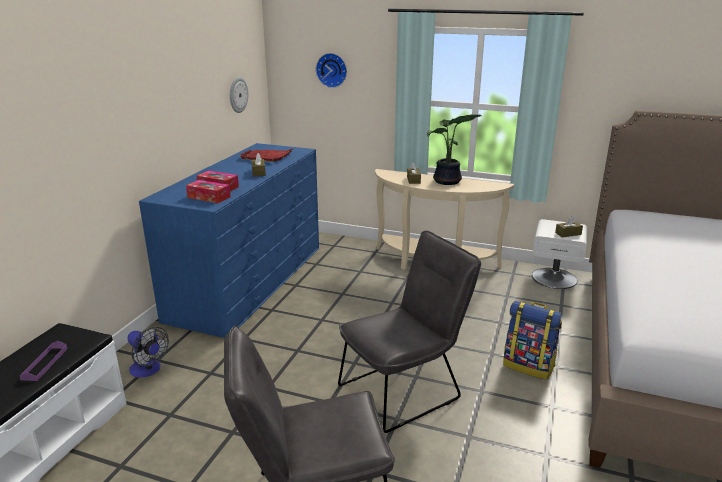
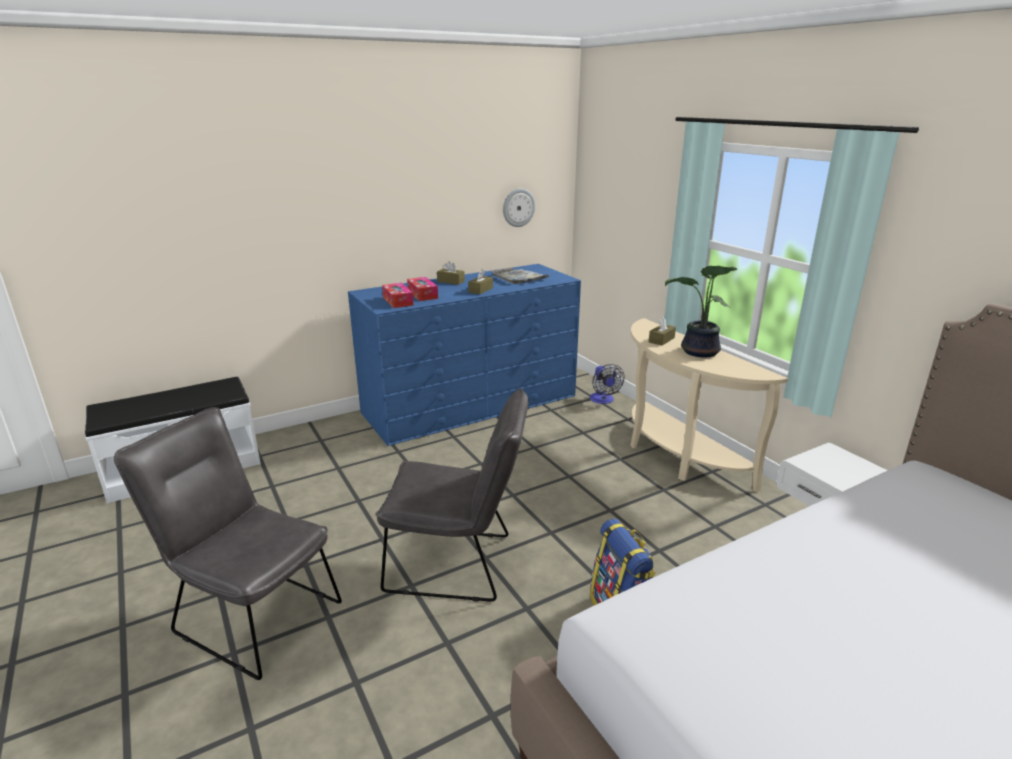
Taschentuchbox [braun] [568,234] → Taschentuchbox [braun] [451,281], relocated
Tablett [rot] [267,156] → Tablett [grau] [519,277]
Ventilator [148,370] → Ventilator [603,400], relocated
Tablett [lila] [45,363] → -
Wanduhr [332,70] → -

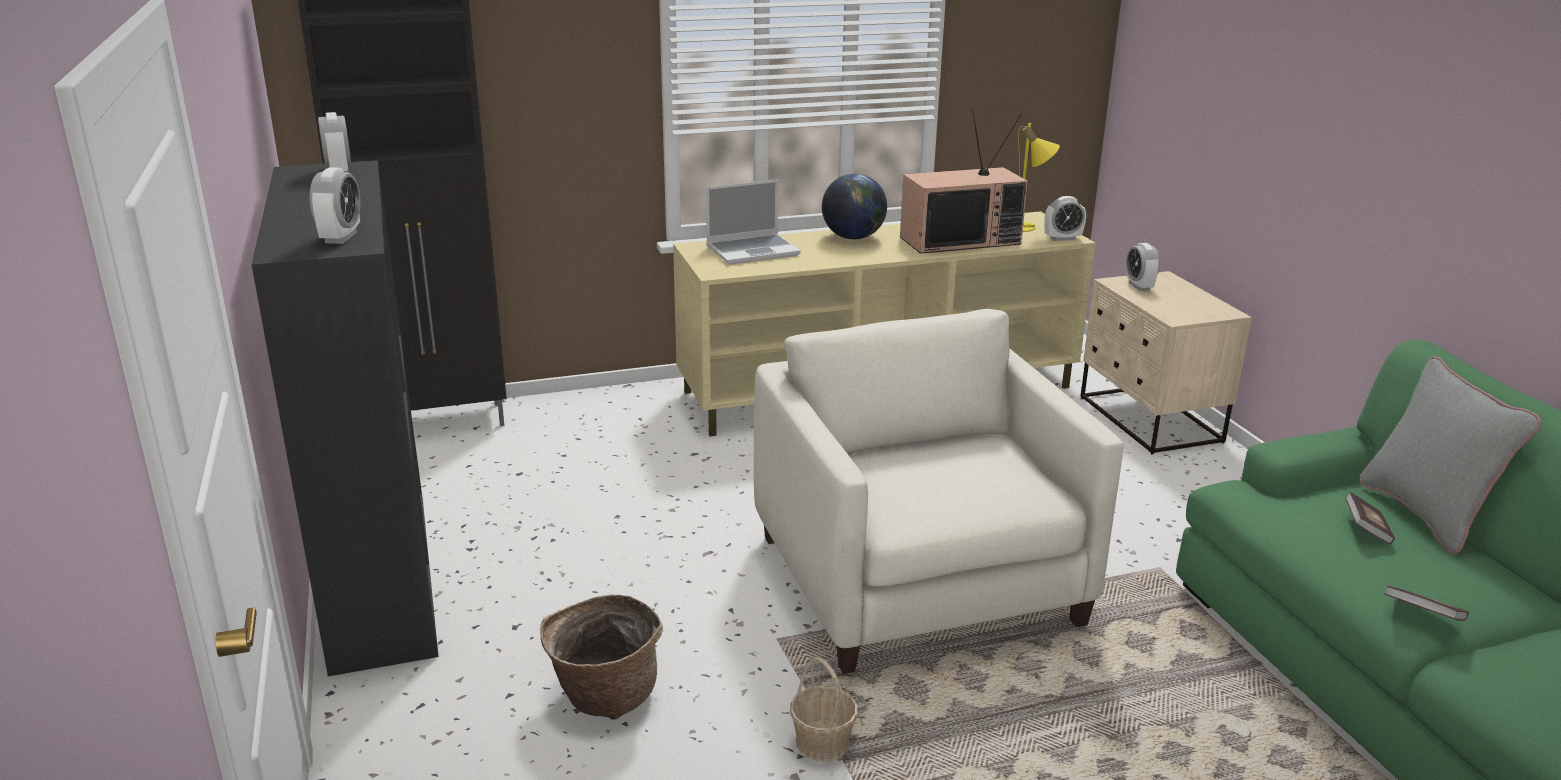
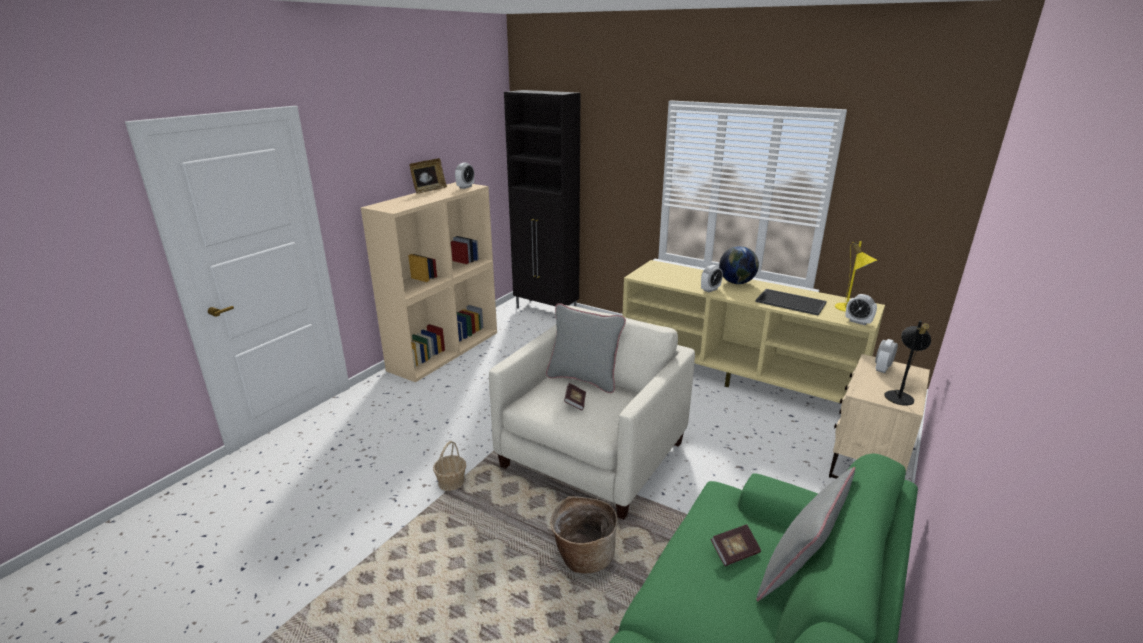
Bücherregal [schwarz] [378,576] → Bücherregal [beige] [444,350]
- → Bilderrahmen [429,190]
- → Kissen [grau] [584,379]
Korb [604,696] → Korb [583,556], relocated
Buch [1422,616] → Buch [575,402], relocated
Wecker [341,237] → Wecker [710,289], relocated
Fernseher [960,240] → Tablett [791,302]
- → Tischlampe [schwarz] [900,395]
Laptop [753,251] → -

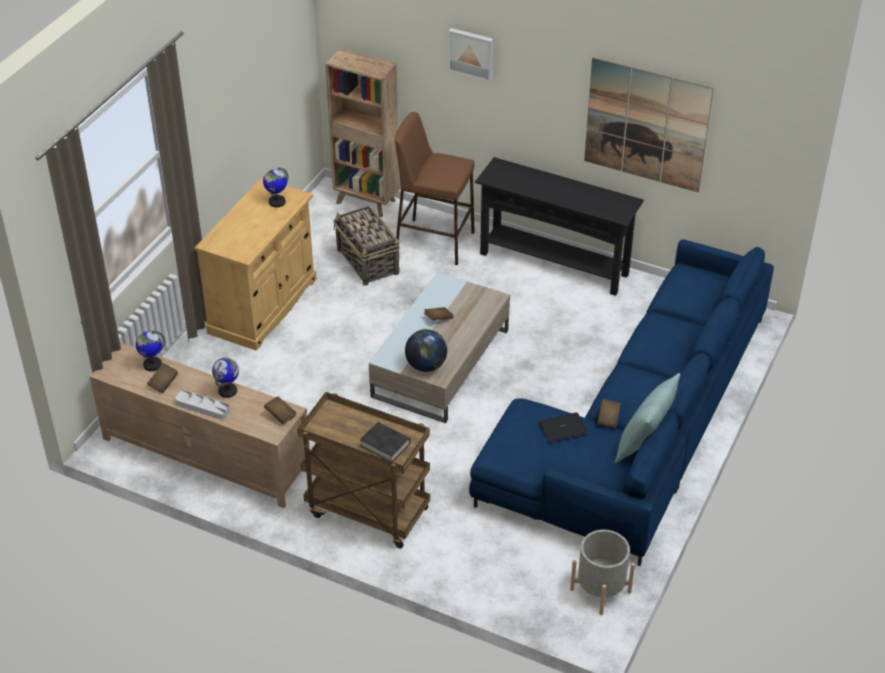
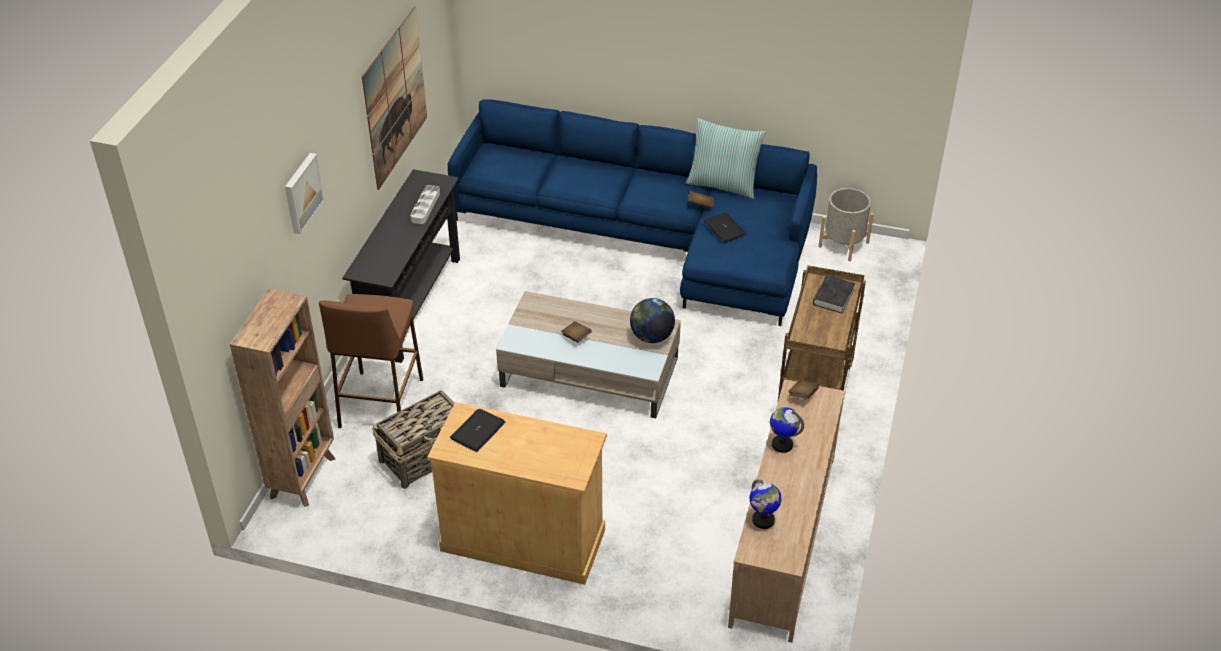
Tablett [grau] [203,407] → Tablett [grau] [425,207], relocated
Globus [277,202] → Laptop [478,431]
Buch [braun] [163,383] → -

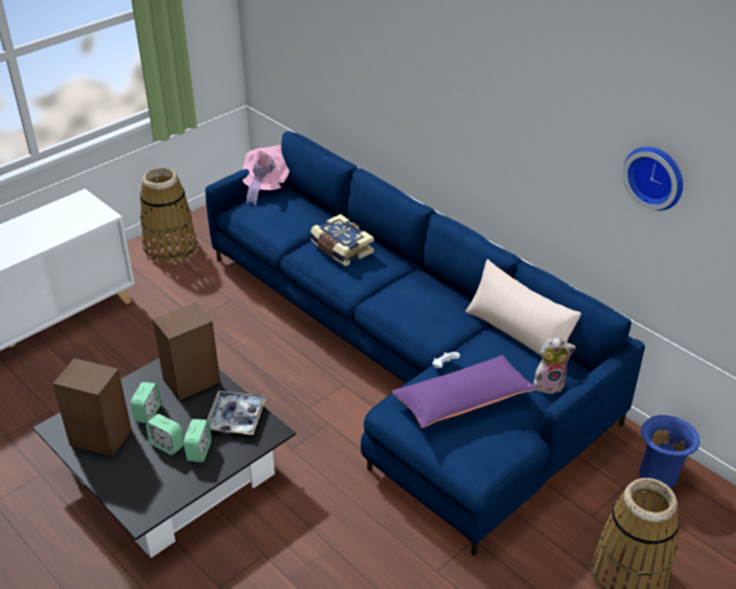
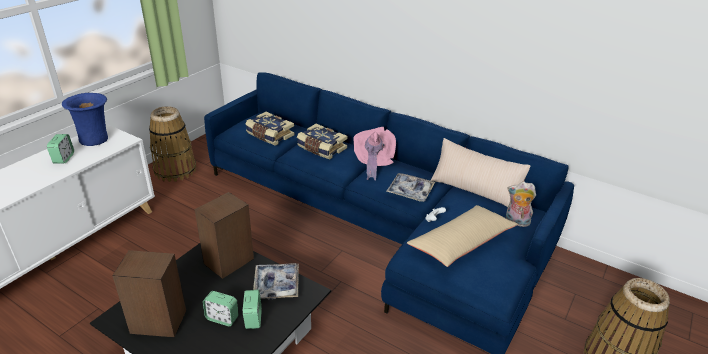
Wecker [148,413] → Wecker [64,158], relocated
Vase [blau] [658,475] → Vase [blau] [95,139], relocated
- → Buch [269,135]
Hut [rosa] [265,186] → Hut [rosa] [373,163], relocated
- → Tablett [410,191]
Kissen [lila] [463,401] → Kissen [beige] [461,243]
Plüschtier [549,384] → Plüschtier [516,222], 135 degrees counterclockwise
Wanduhr [656,176] → -

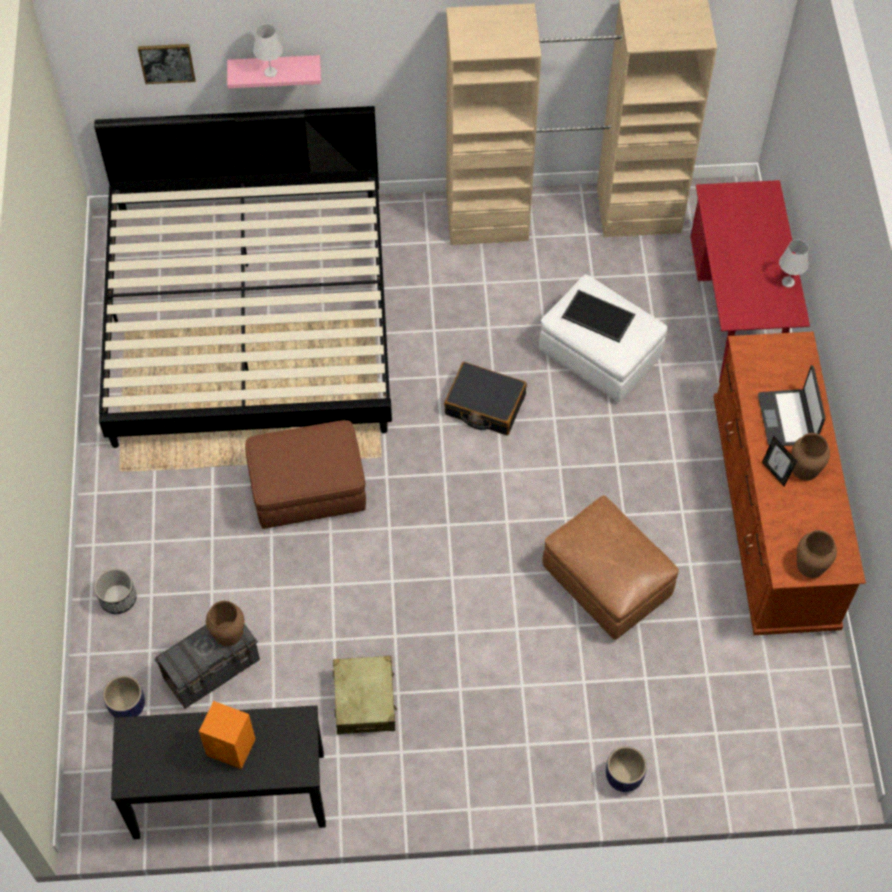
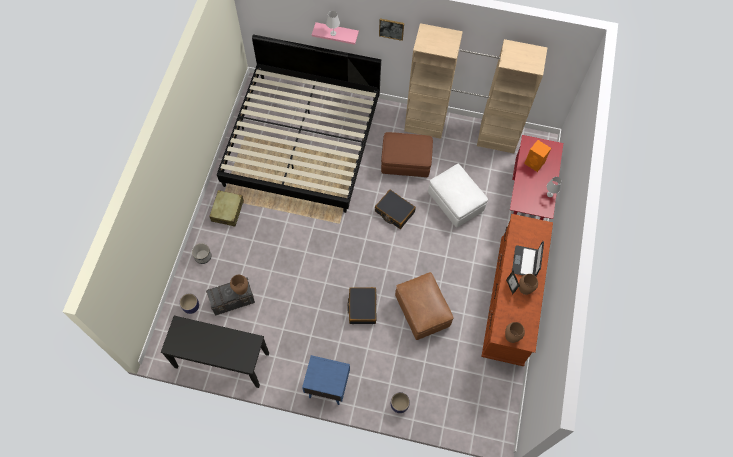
Koffer [beige] [364,700] → Koffer [beige] [227,211], relocated
- → Nachttisch [blau] [327,386]
- → Koffer [schwarz] [362,307]
Bild [166,62] → Bild [391,29], relocated
Polsterhocker [braun] [309,491] → Polsterhocker [braun] [406,163], relocated
Lautsprecher [orange] [232,748] → Lautsprecher [orange] [534,163], relocated
Tablett [597,317] → -

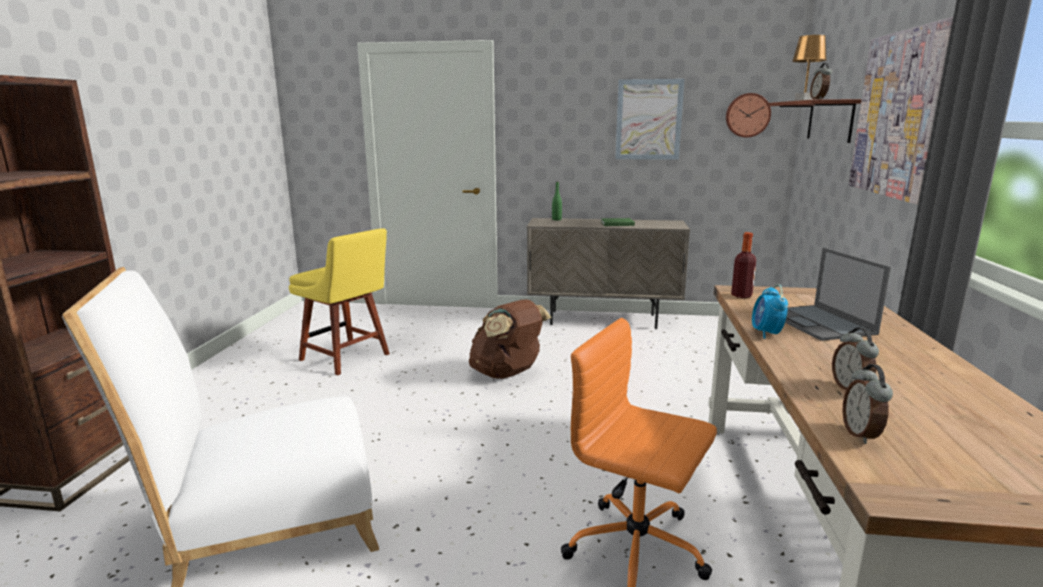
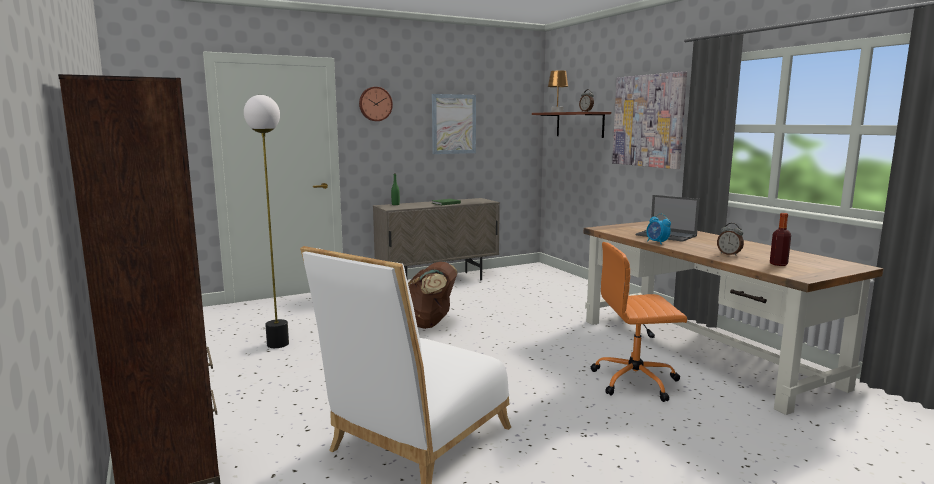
Stuhl [gelb] [347,358] → Stehlampe [278,344]
Wanduhr [747,115] → Wanduhr [375,104], relocated
Flasche [741,295] → Flasche [778,264], relocated
Wecker [861,434] → -

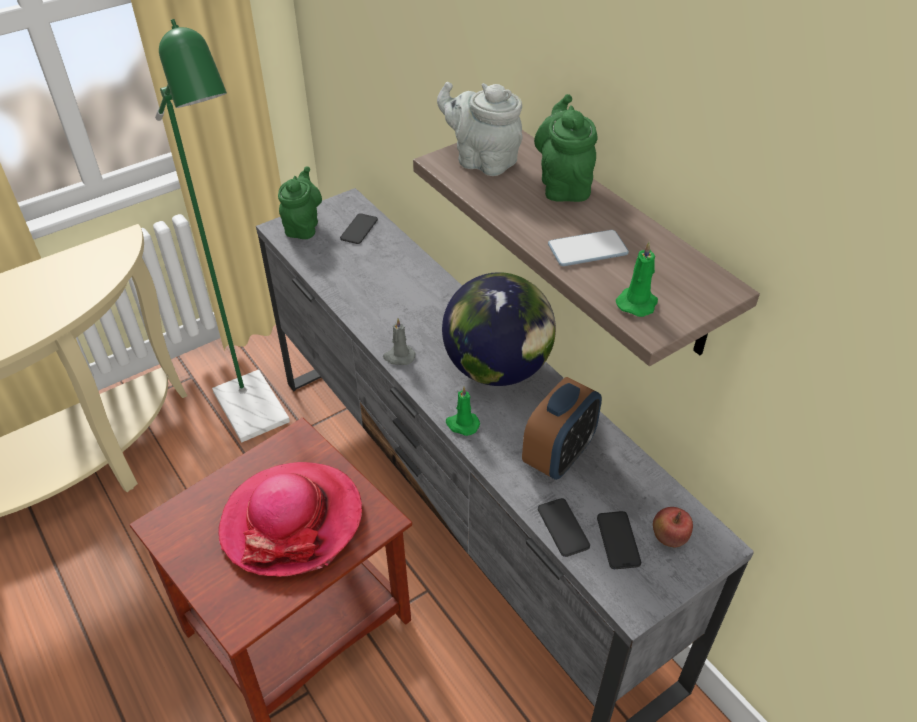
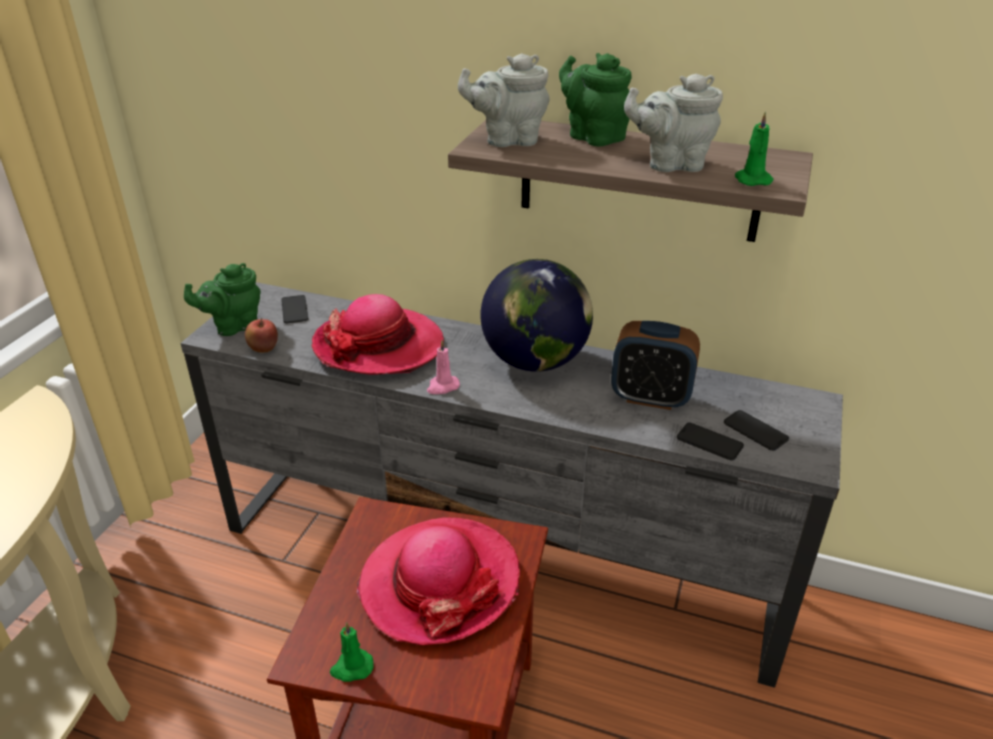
Teekanne [grün] [303,226] → Teekanne [grün] [233,326], 90 degrees counterclockwise
Apfel [668,538] → Apfel [264,350], relocated
- → Hut [378,346]
Kerze [grün] [462,424] → Kerze [grün] [351,668], relocated
Kerze [grau] [399,357] → Kerze [rosa] [442,386]
Wecker [558,455] → Wecker [650,397], 105 degrees clockwise
Handy [587,250] → Teekanne [grau] [671,164]
Stehlampe [grün] [257,417] → -

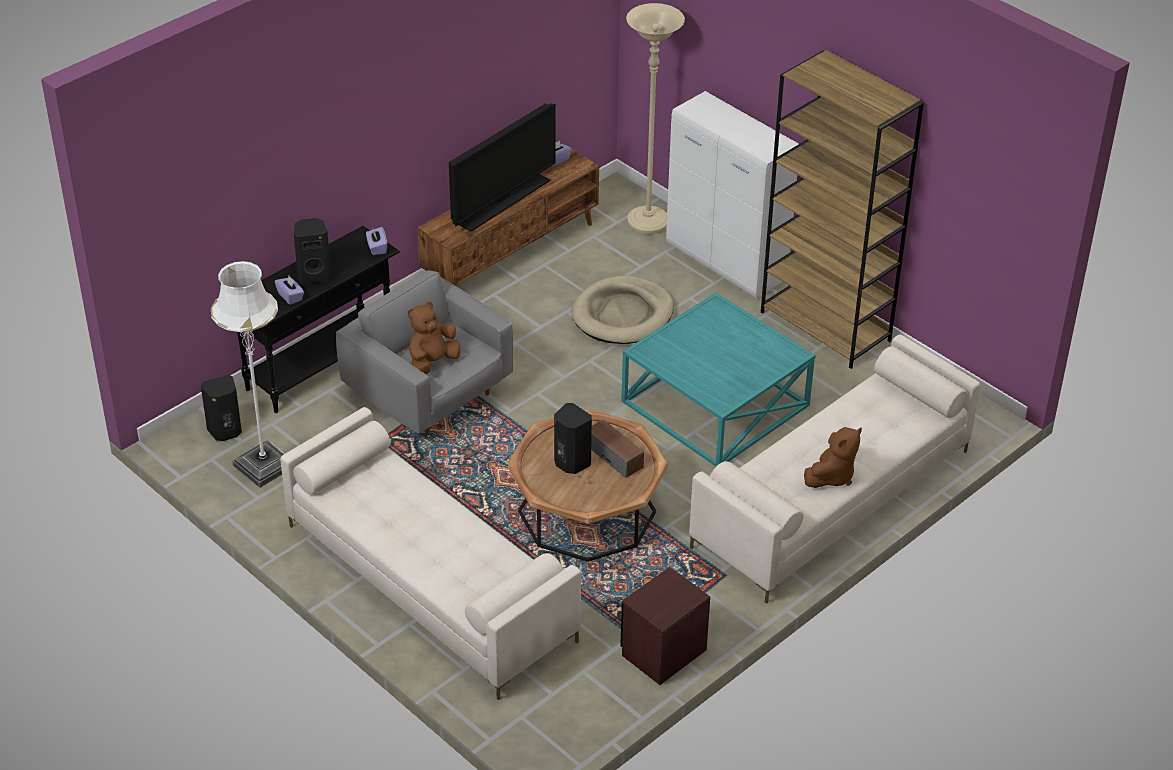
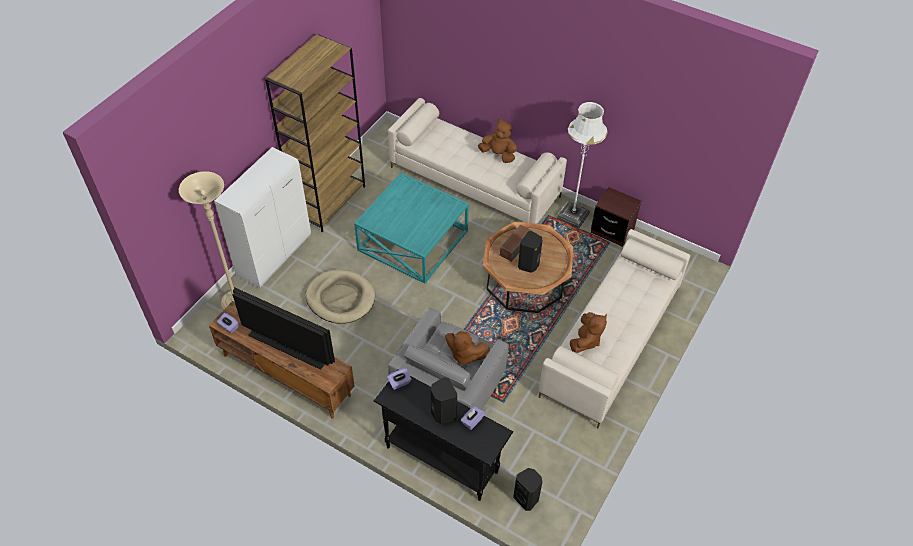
Stehlampe [weiß] [263,466] → Stehlampe [weiß] [573,216], relocated
- → Plüschtier [braun] [585,340]

